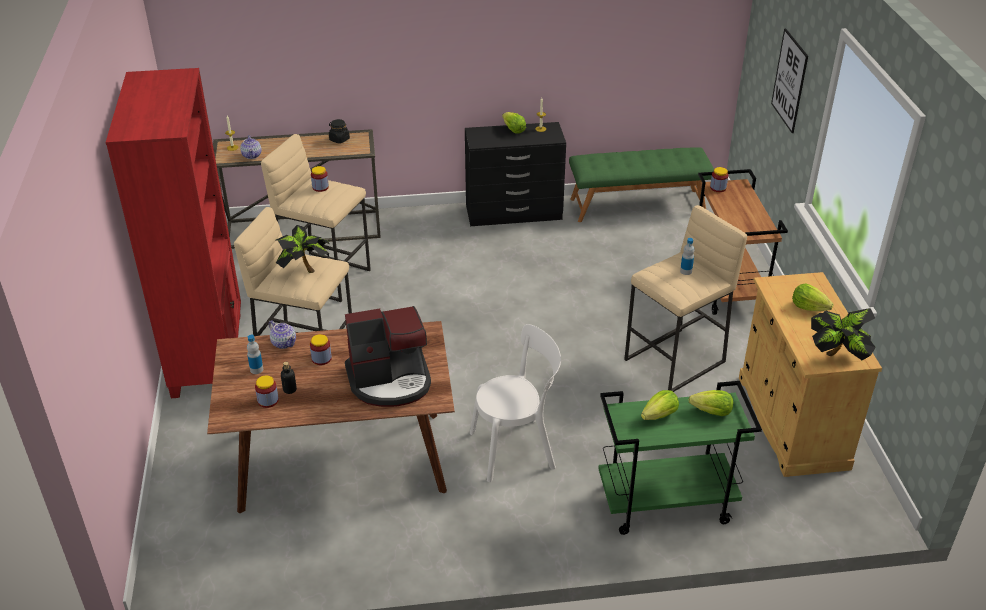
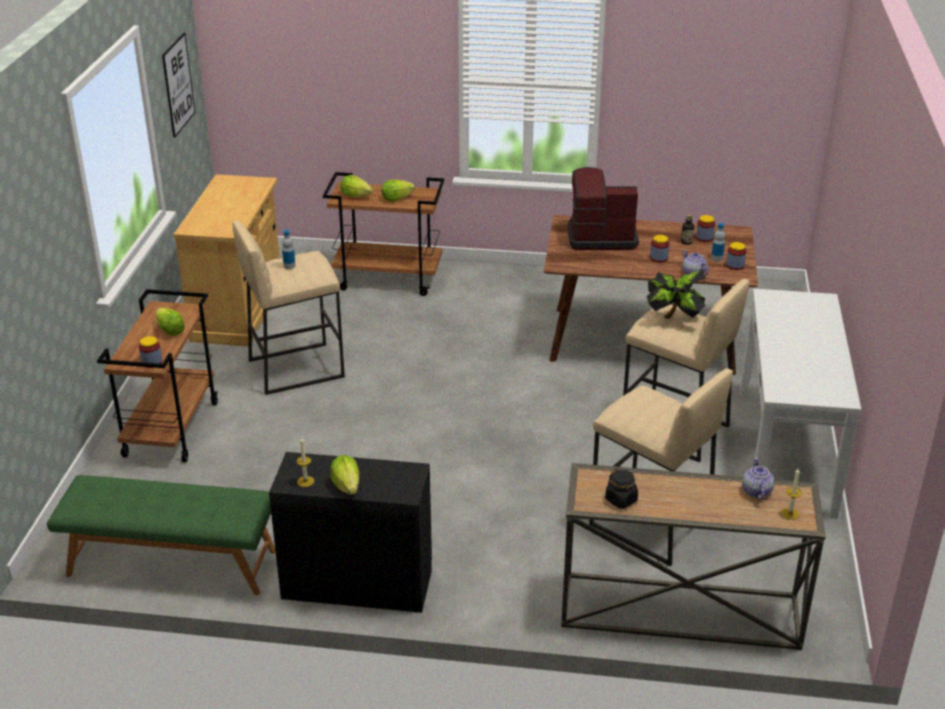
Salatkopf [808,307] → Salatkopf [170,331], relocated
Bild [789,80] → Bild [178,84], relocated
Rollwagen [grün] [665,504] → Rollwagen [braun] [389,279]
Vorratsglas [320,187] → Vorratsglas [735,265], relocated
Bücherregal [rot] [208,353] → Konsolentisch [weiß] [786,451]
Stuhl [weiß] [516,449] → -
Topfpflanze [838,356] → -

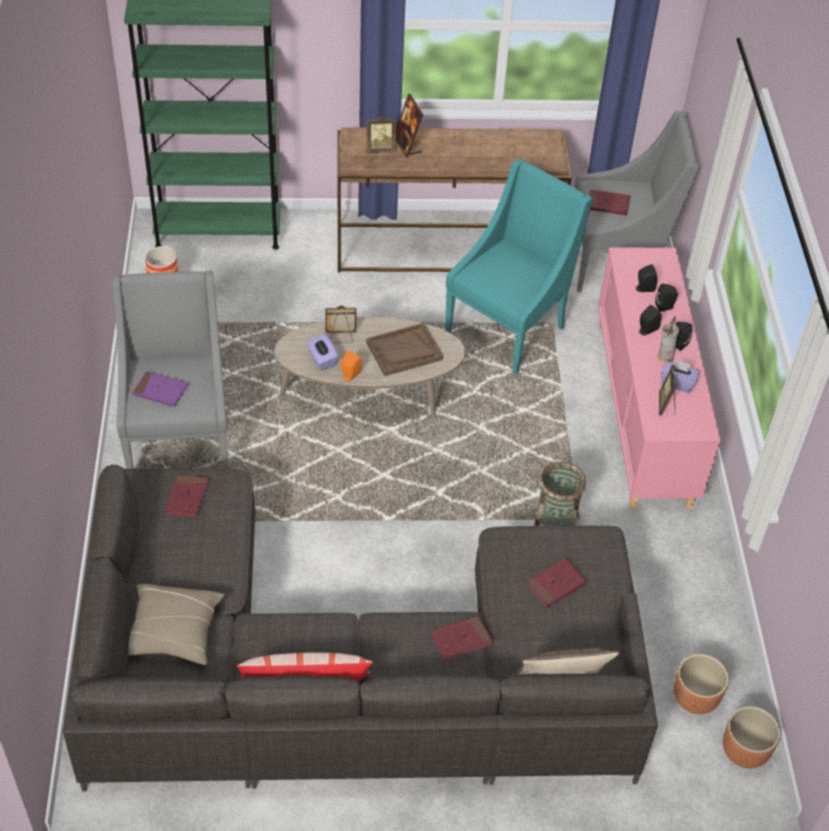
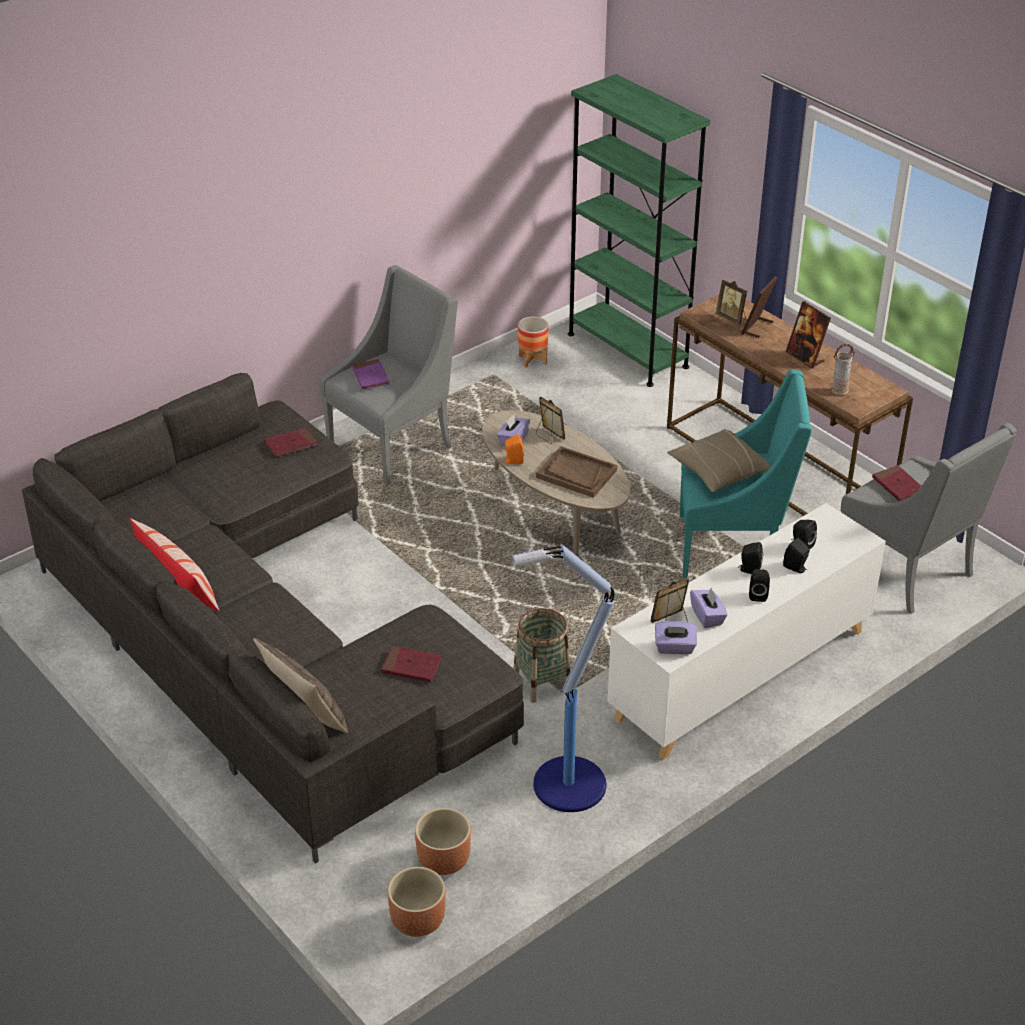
- → Stehlampe [566,785]
Schrank [rosa] [643,412] → Schrank [weiß] [741,675]
- → Taschentuchbox [lila] [674,648]
Kissen [beige] [173,632] → Kissen [beige] [718,472], relocated
- → Bilderrahmen [805,357]
Vase [664,357] → Vase [839,390], relocated
Buch [rot] [461,639] → -

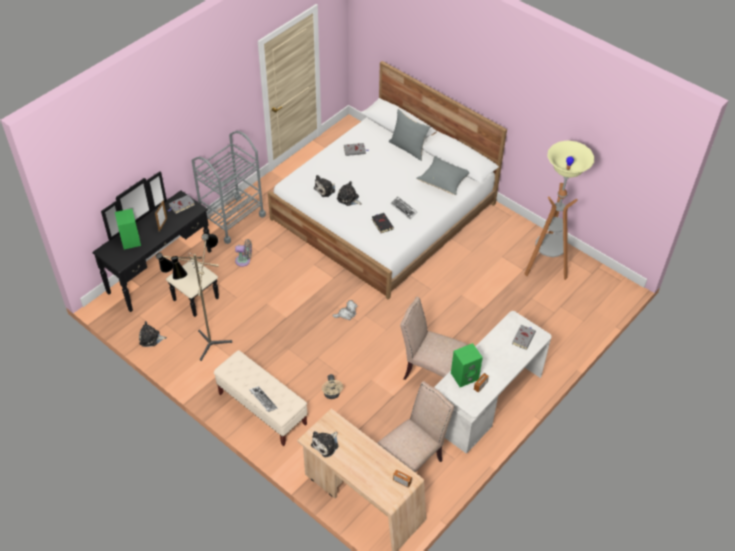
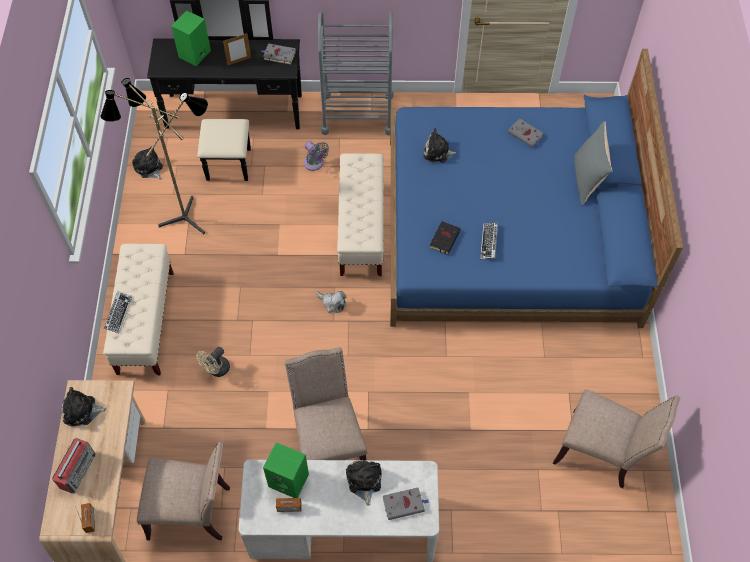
- → Radio [78,469]
- → Bank [beige] [361,229]
Plüschtier [348,199] → Plüschtier [364,481], relocated
Bett [weiß] [384,211] → Bett [blau] [510,230]
Stehlampe [545,268] → Stuhl [beige] [601,452]
Kissen [grau] [444,181] → -

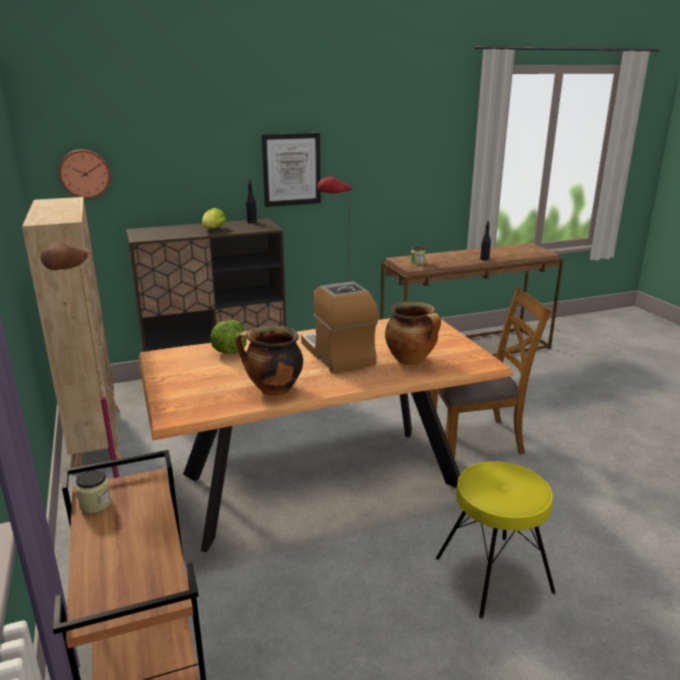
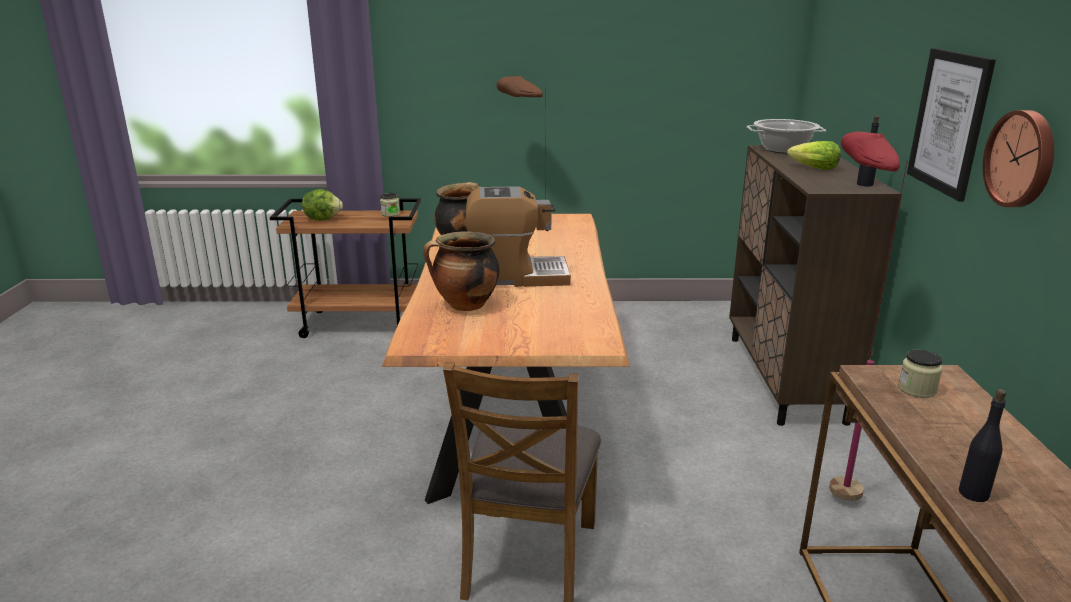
Salatkopf [229,351] → Salatkopf [323,219], relocated
- → Kochtopf [782,150]
Wanduhr [85,173] → Wanduhr [1022,159], relocated
Bücherregal [beige] [97,439] → -
Hocker [gelb] [493,574] → -

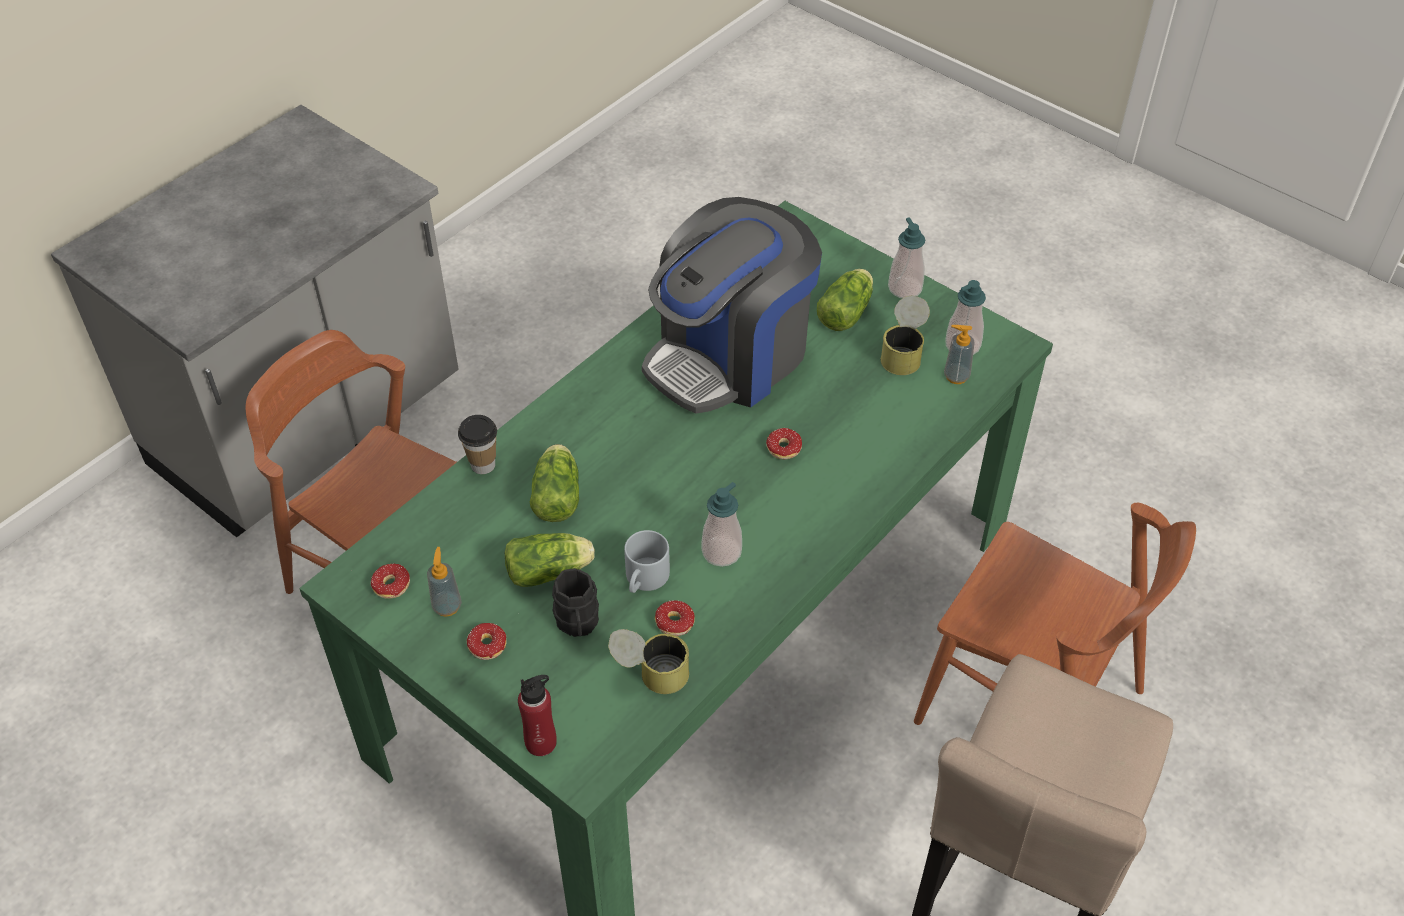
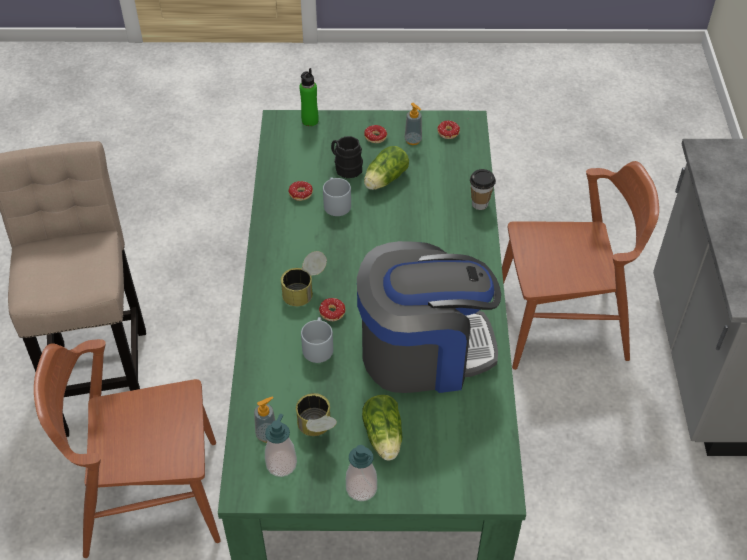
Dose [650,673] → Dose [305,290], relocated
Flasche [rot] [541,742] → Flasche [grün] [310,120]
- → Henkelbecher [grau] [317,346]
Kaffeemaschine [730,356] → Kaffeemaschine [424,351], 75 degrees clockwise
Salatkopf [557,494] → -
Seifenspender [721,552] → -

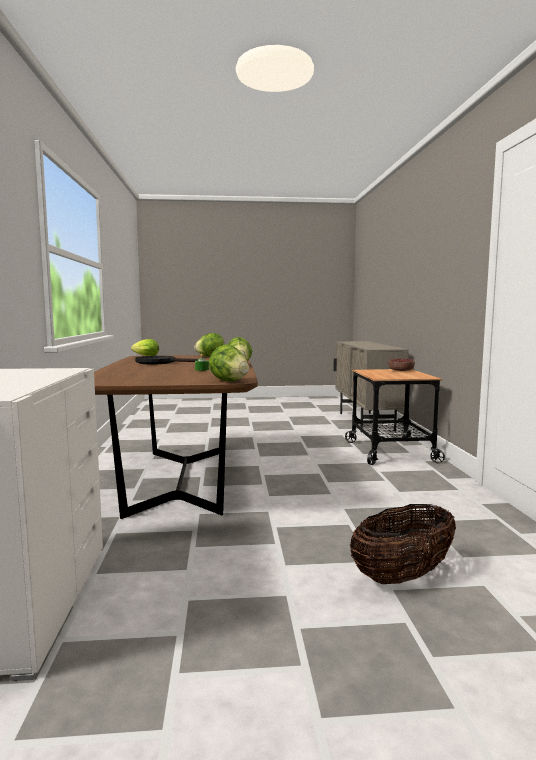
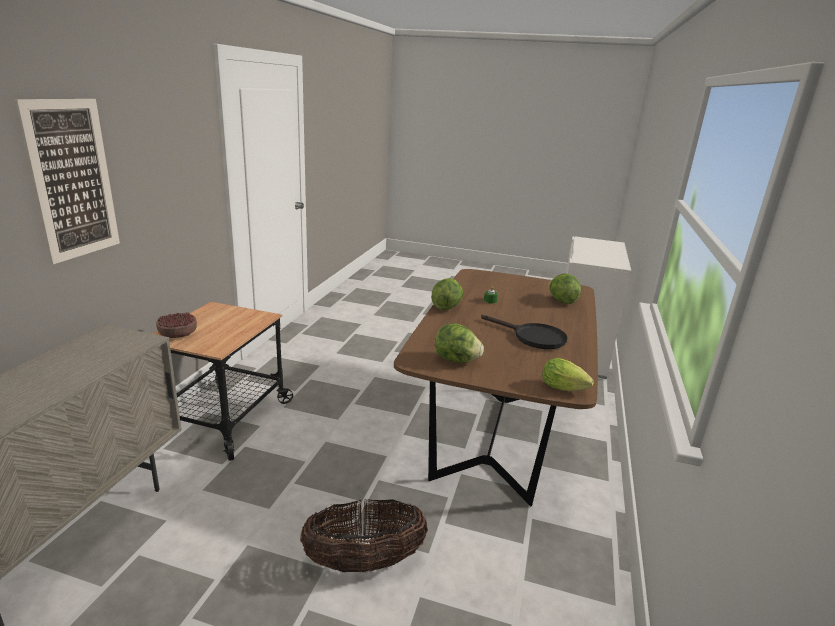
- → Bild [72,180]
Korb [403,576] → Korb [364,562], relocated
Salatkopf [229,381] → Salatkopf [561,301], relocated

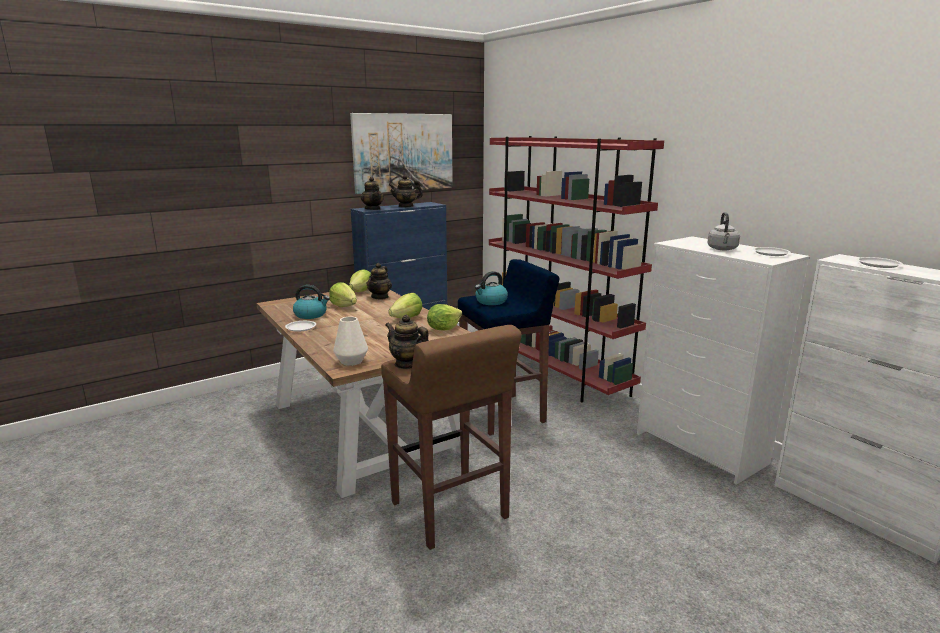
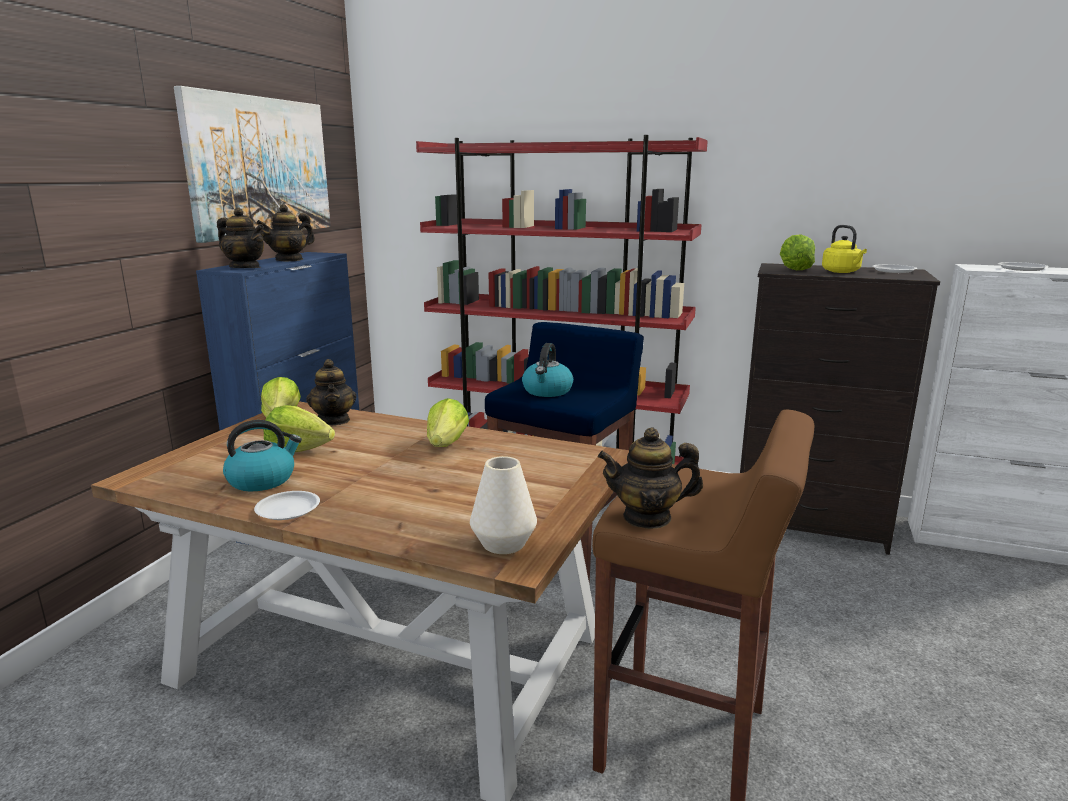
Kommode [weiß] [700,449] → Kommode [schwarz] [810,526]
Salatkopf [443,329] → Salatkopf [794,270], relocated
Wasserkessel [grau] [722,249] → Wasserkessel [gelb] [842,272]

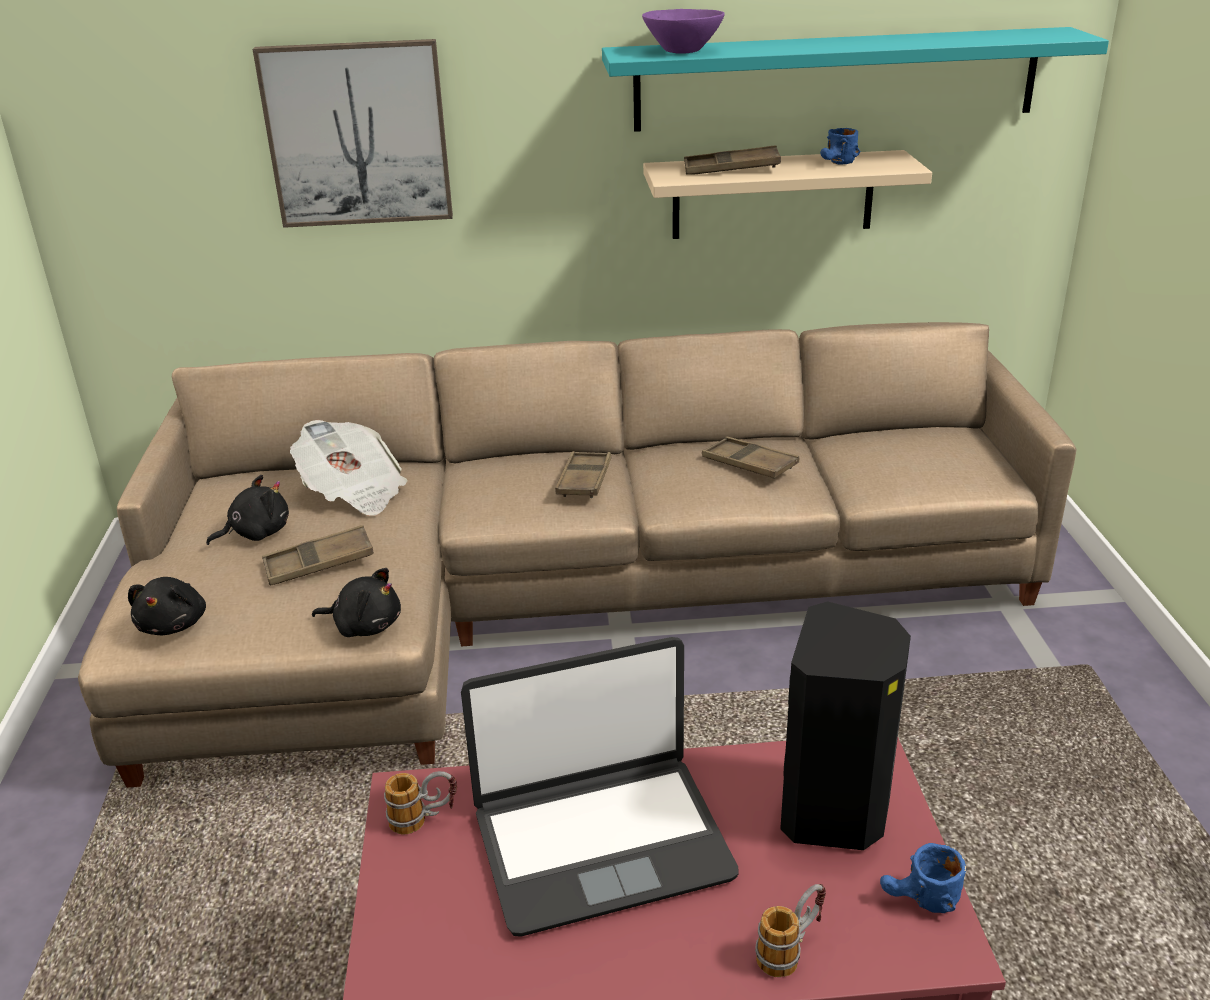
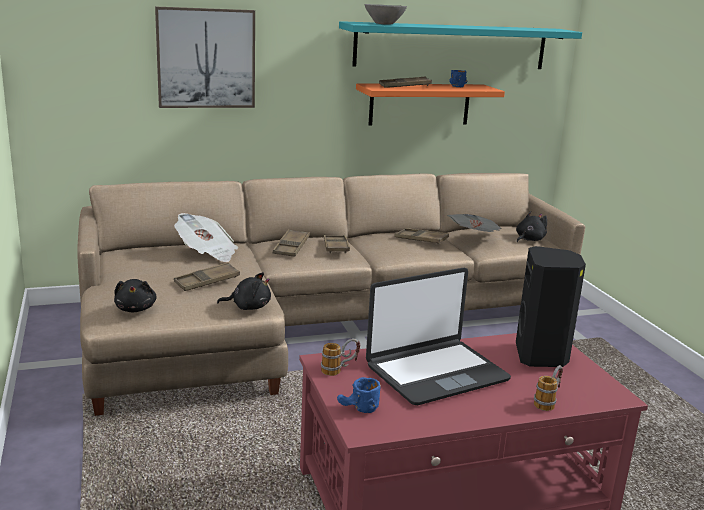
- → Tablett [braun] [291,247]
Henkelbecher [blau] [920,902] → Henkelbecher [blau] [358,409], relocated
Wandregal [beige] [772,195] → Wandregal [orange] [419,104]
Schüssel [lila] [682,50] → Schüssel [grau] [384,23]
- → Zeitung [474,237]
Plüschtier [schwarz] [256,533] → Plüschtier [schwarz] [529,239], relocated

